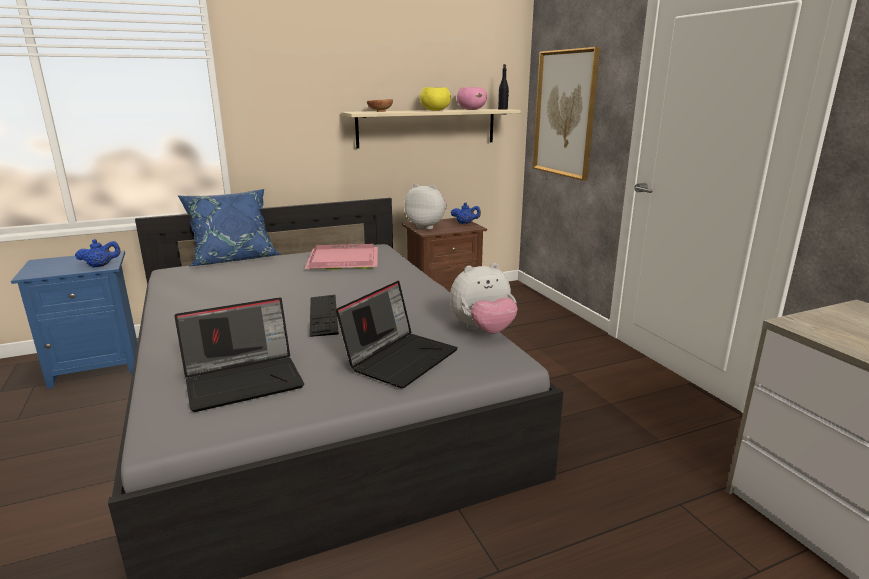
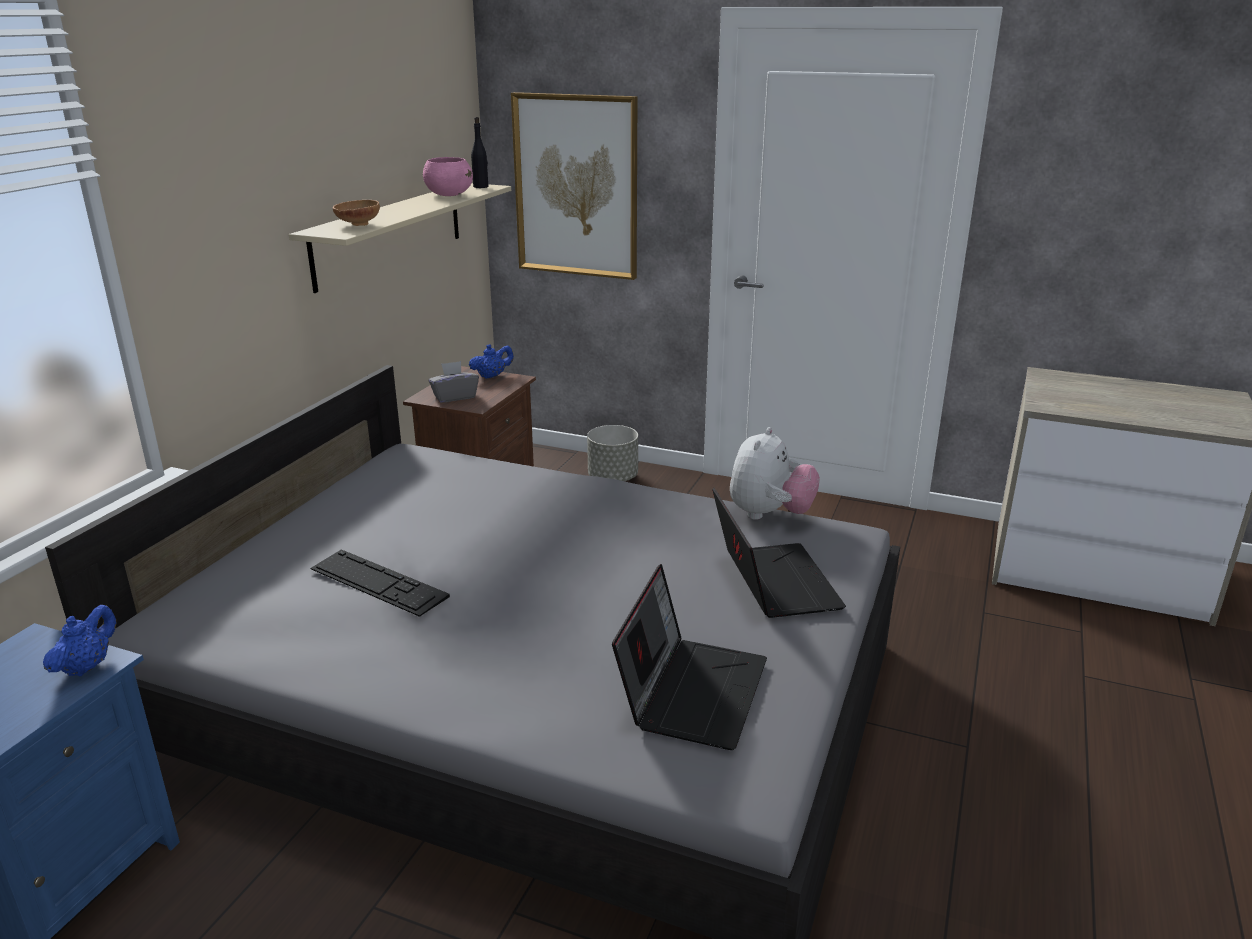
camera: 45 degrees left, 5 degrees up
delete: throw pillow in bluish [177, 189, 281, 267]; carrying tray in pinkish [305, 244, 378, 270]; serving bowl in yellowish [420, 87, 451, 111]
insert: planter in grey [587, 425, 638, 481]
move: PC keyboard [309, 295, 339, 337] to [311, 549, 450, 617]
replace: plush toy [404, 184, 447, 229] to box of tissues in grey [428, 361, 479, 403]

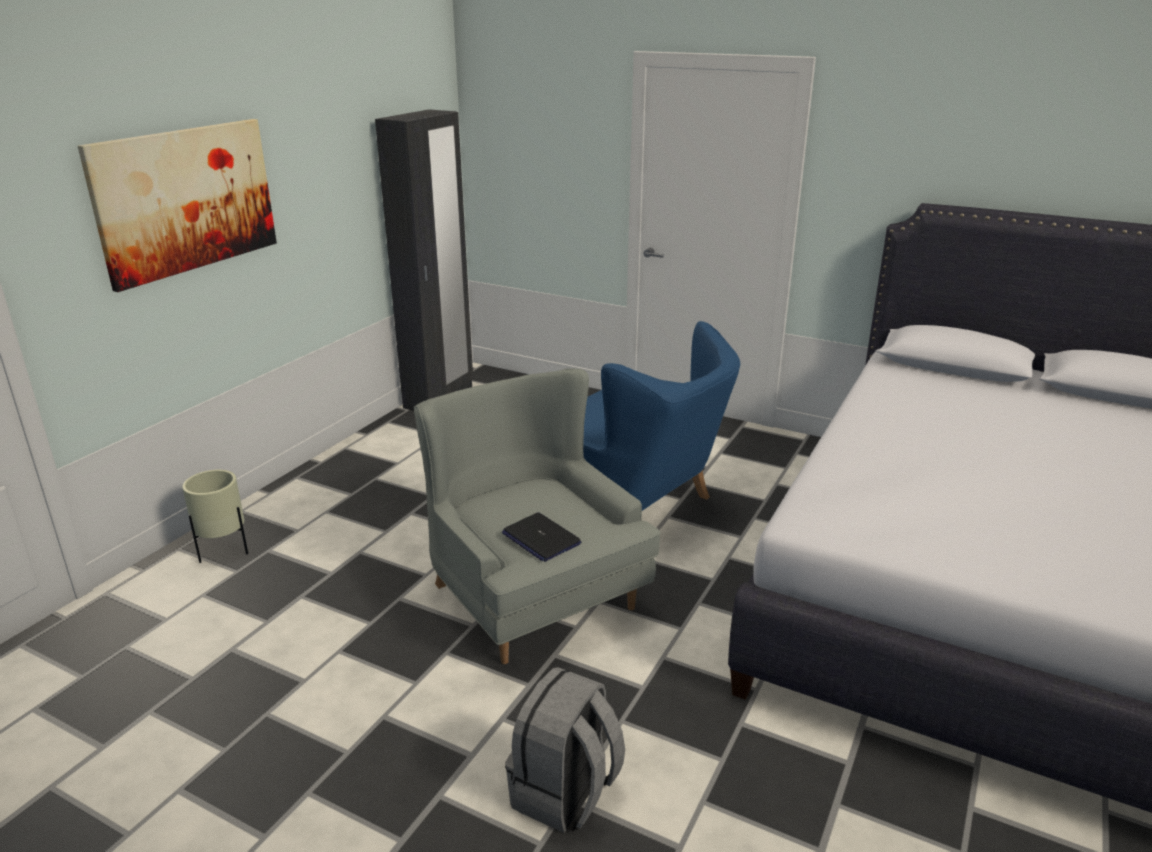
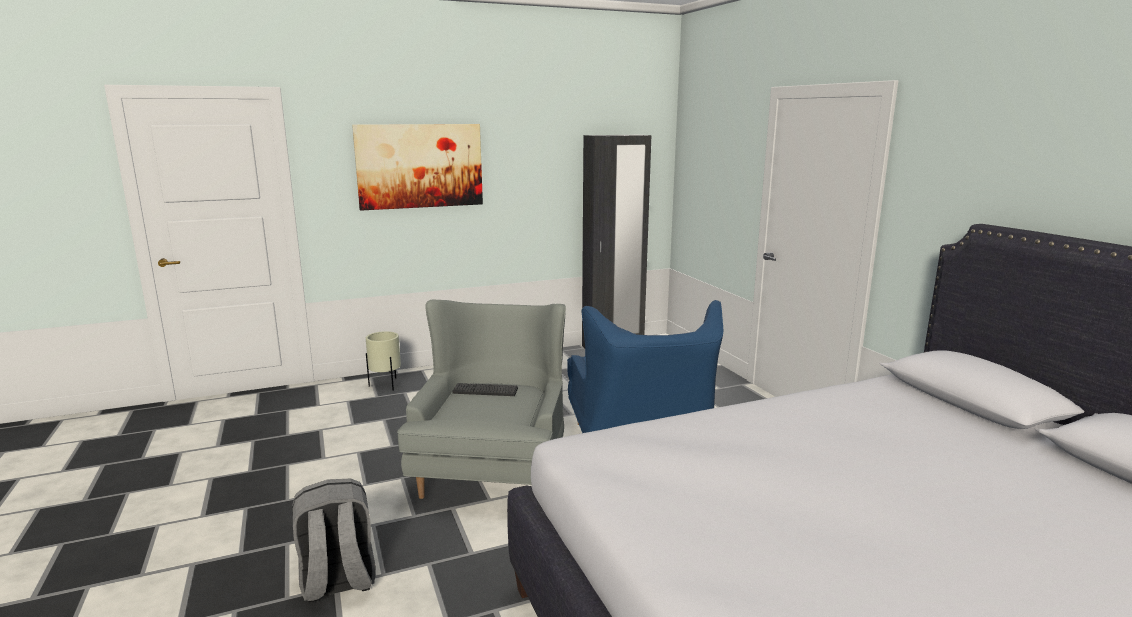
camera: 40 degrees right, 10 degrees down
delete: laptop [502, 512, 581, 562]
insert: PC keyboard [452, 383, 518, 396]

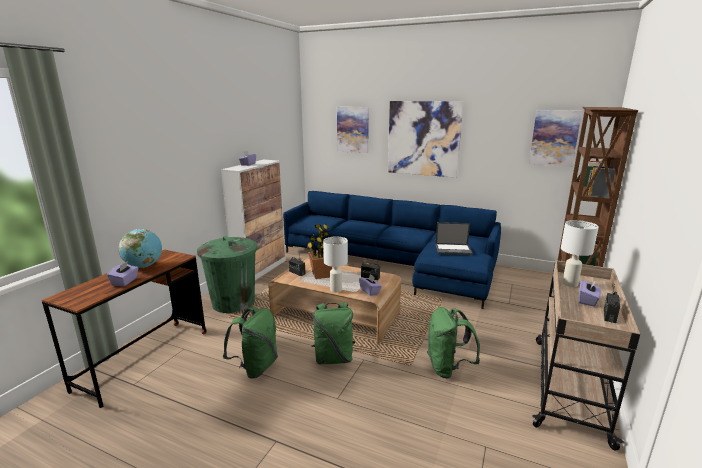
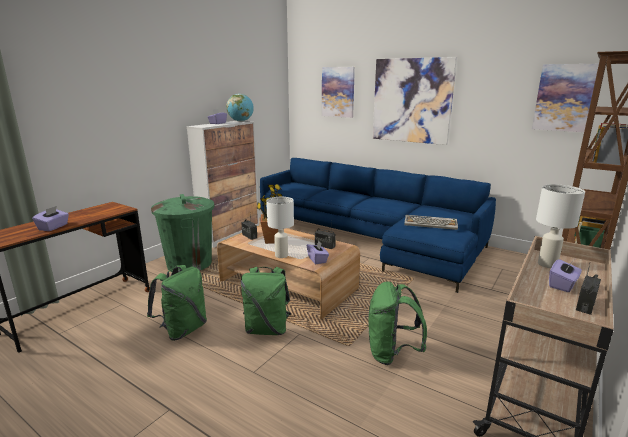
camera: 10 degrees right, 0 degrees up
move: globe [119, 229, 162, 268] to [226, 94, 254, 122]
replace: laptop [435, 222, 473, 255] to PC keyboard [404, 215, 458, 230]

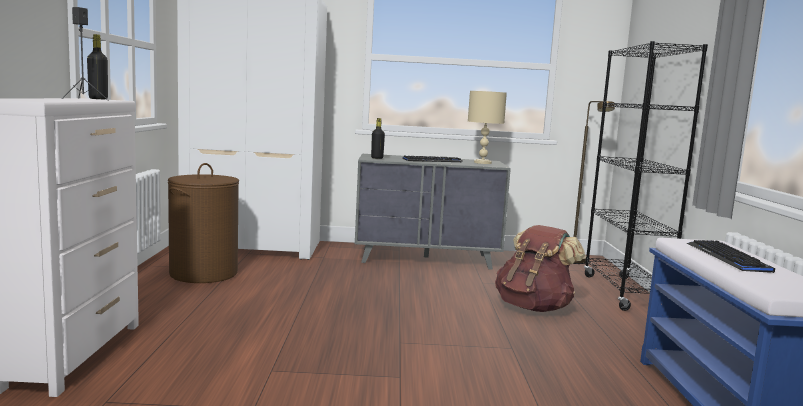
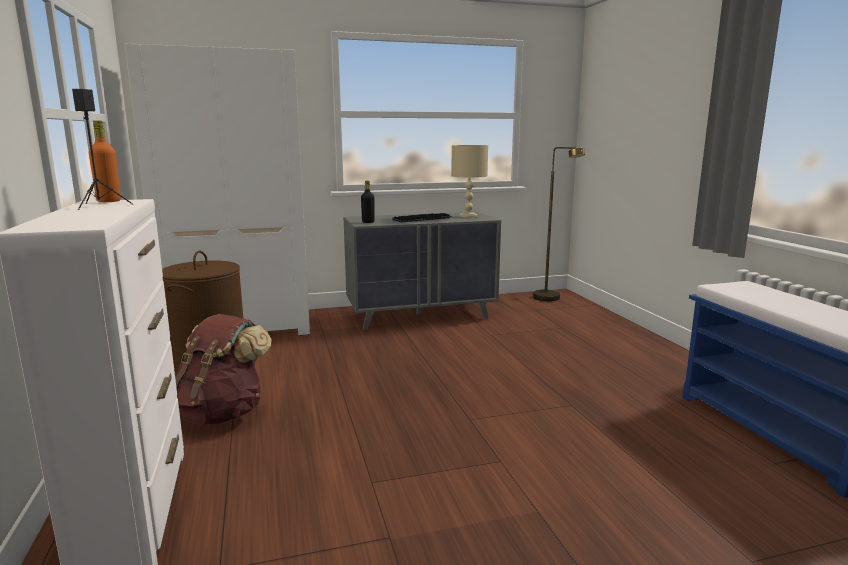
camera: 15 degrees left, 5 degrees up
delete: bookcase in black [584, 41, 708, 311]; PC keyboard [687, 240, 775, 273]
move: knapsack in brown [495, 225, 585, 312] to [175, 314, 272, 425]
recolor: bottle in black [87, 34, 108, 99] to bottle in orange-coloured [88, 120, 121, 202]

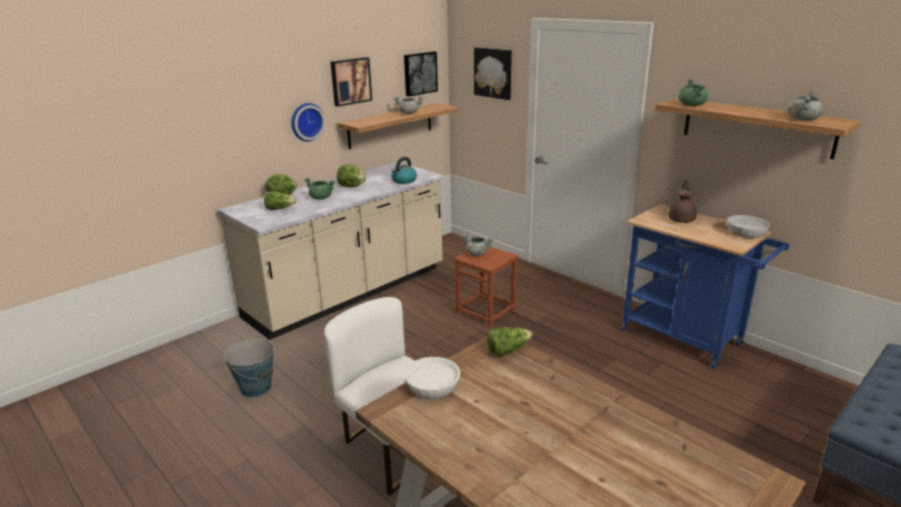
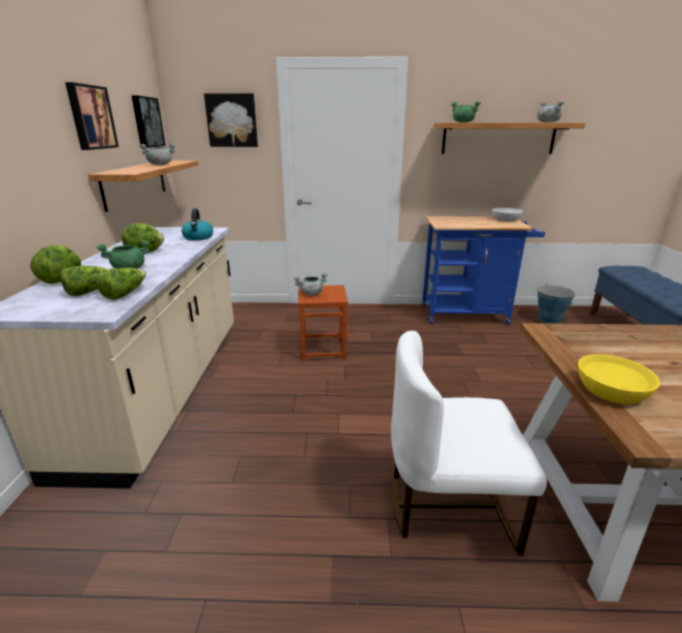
camera: 45 degrees left, 0 degrees up
delete: hanging clock [291, 103, 325, 142]; tea pot in brown [668, 180, 697, 223]
move: bucket [224, 339, 277, 398] to [538, 284, 575, 324]; head of lettuce [487, 327, 532, 356] to [96, 268, 146, 300]
recolor: serving bowl in white-coloured [404, 357, 460, 399] to serving bowl in yellowish [578, 354, 661, 404]

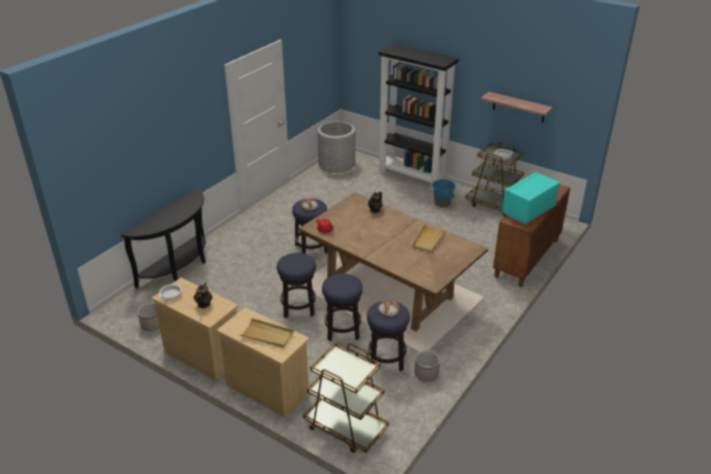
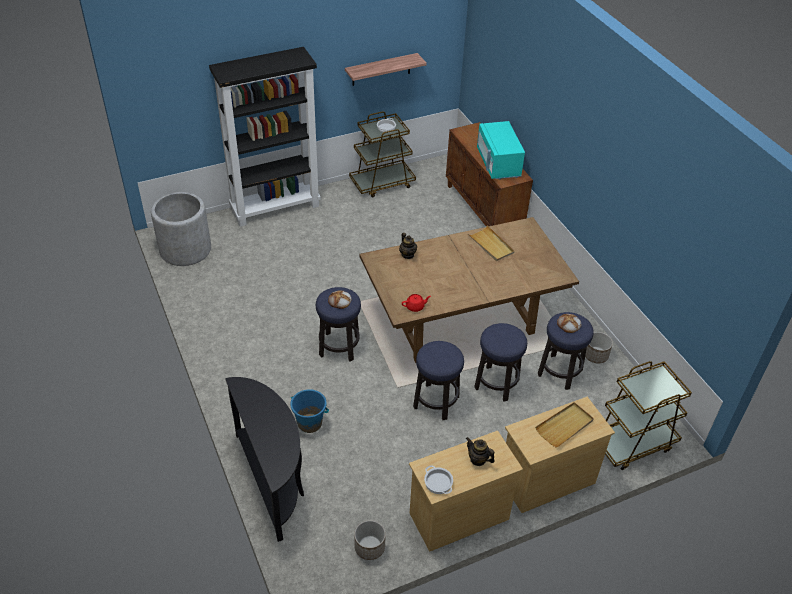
camera: 60 degrees left, 10 degrees up
move: bucket in bluish [432, 179, 456, 207] to [290, 389, 329, 433]

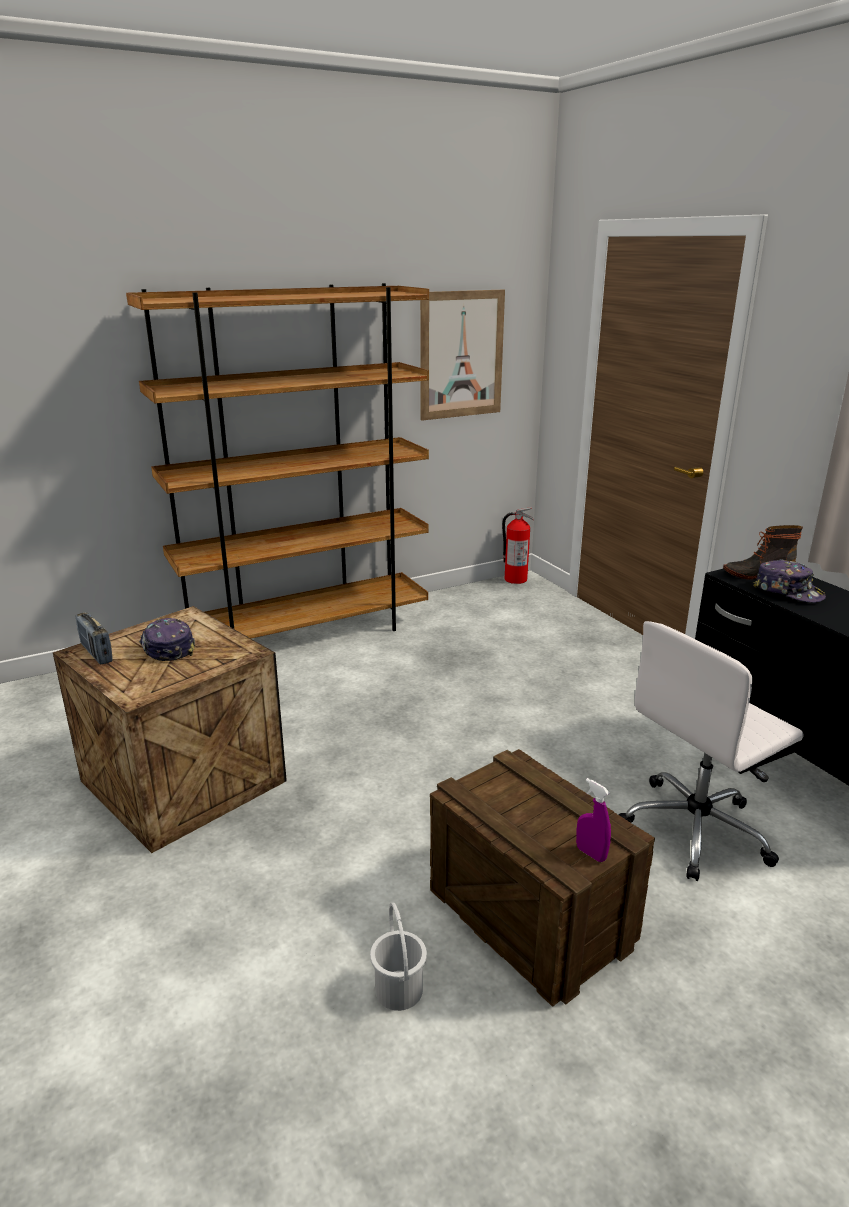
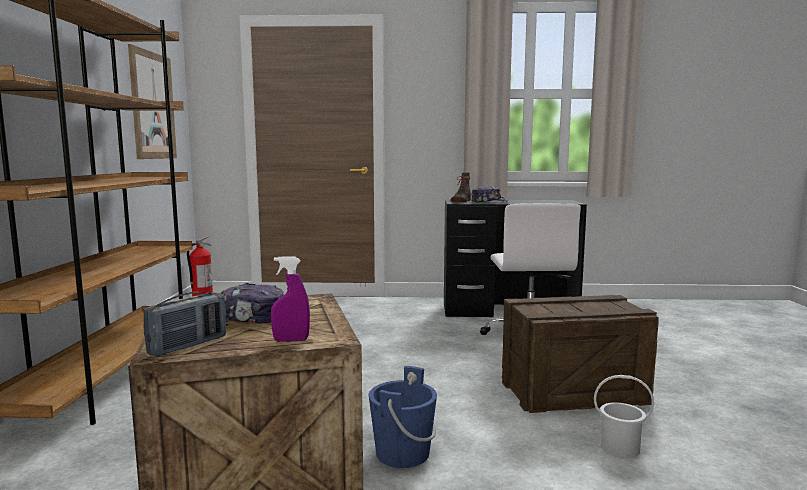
camera: 60 degrees left, 15 degrees down
insert: bucket in bluish [369, 366, 437, 468]
move: hand sprayer in purple-coloured [576, 778, 611, 862] to [271, 256, 310, 342]
rotate: radio set [76, 612, 113, 665] = [144, 291, 226, 356] 45 degrees counterclockwise

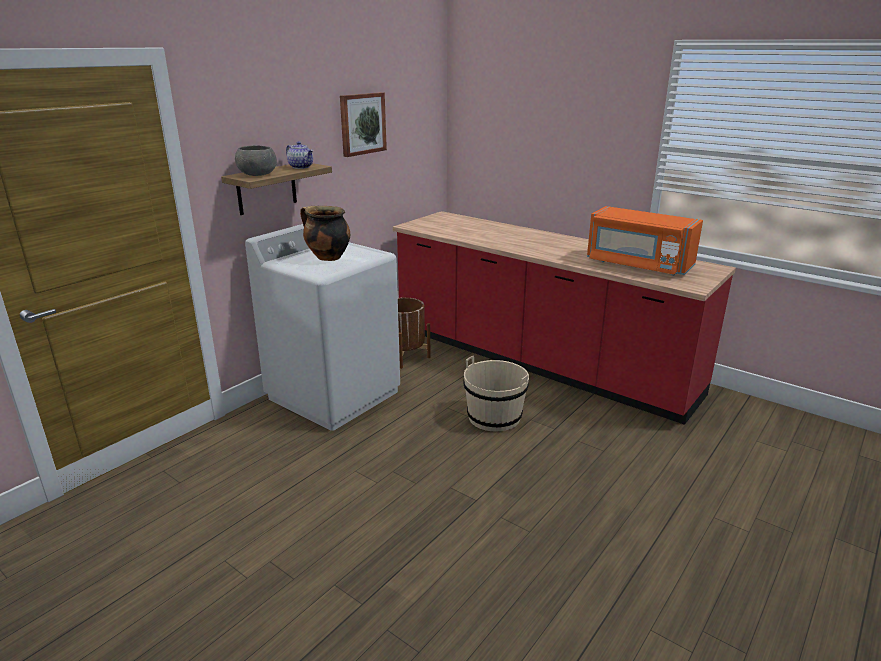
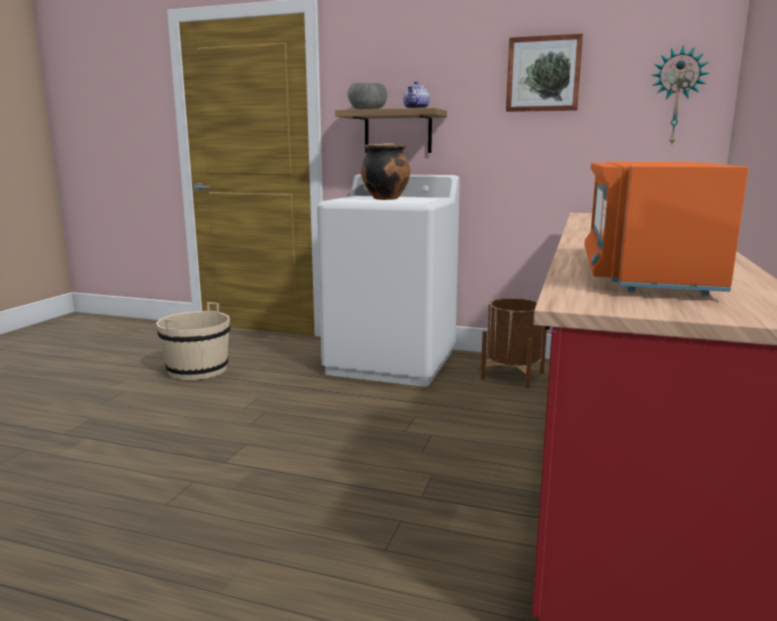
camera: 70 degrees right, 10 degrees down
insert: hanging clock [652, 45, 709, 146]
move: bucket in beige-coloured [463, 356, 529, 431] to [156, 302, 230, 380]

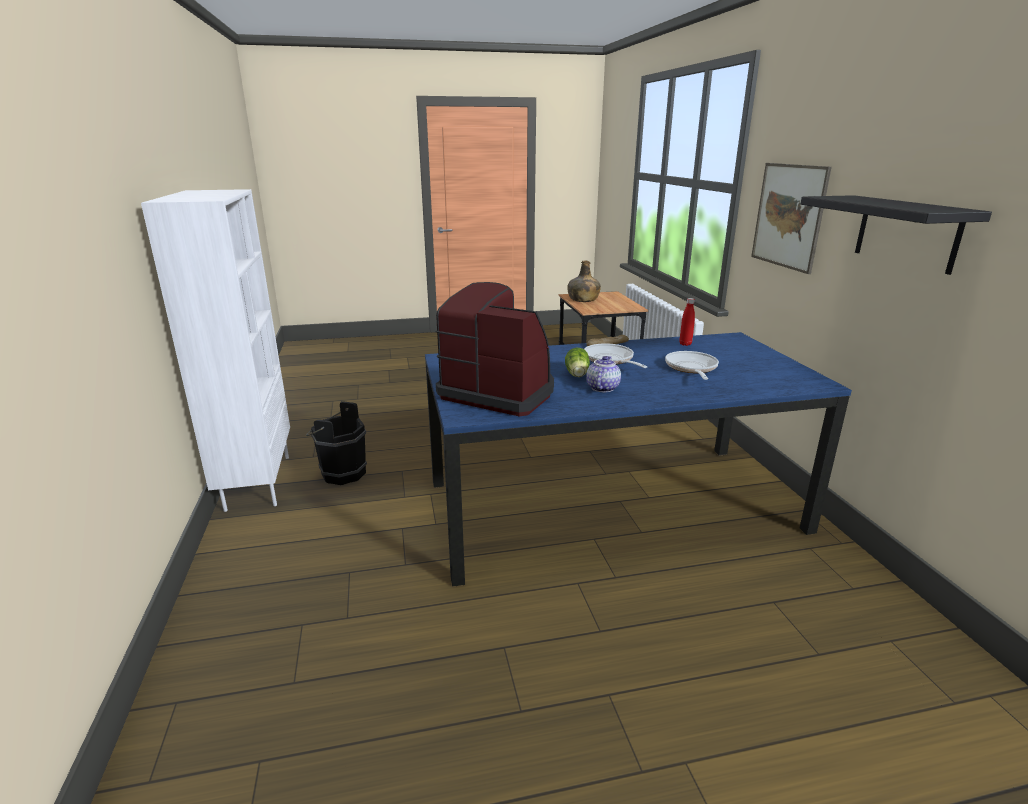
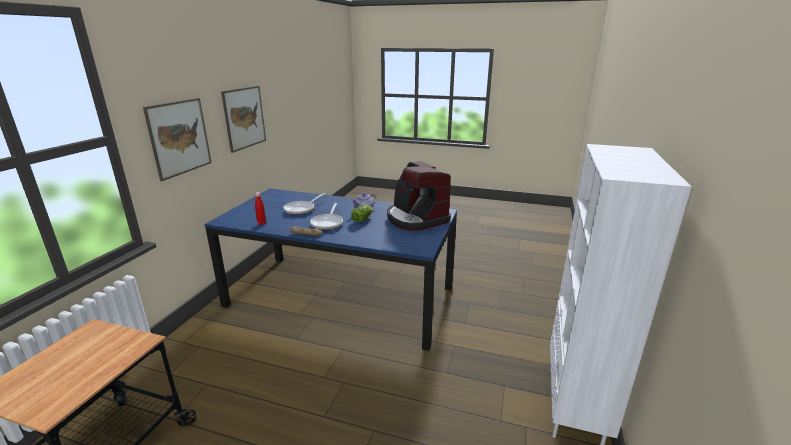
camera: 150 degrees left, 0 degrees up
delete: bucket in black [306, 401, 367, 485]; bottle in green-coloured [568, 261, 601, 302]
replace: bracket shelf in black [801, 195, 992, 275] to wall picture [221, 86, 266, 153]

